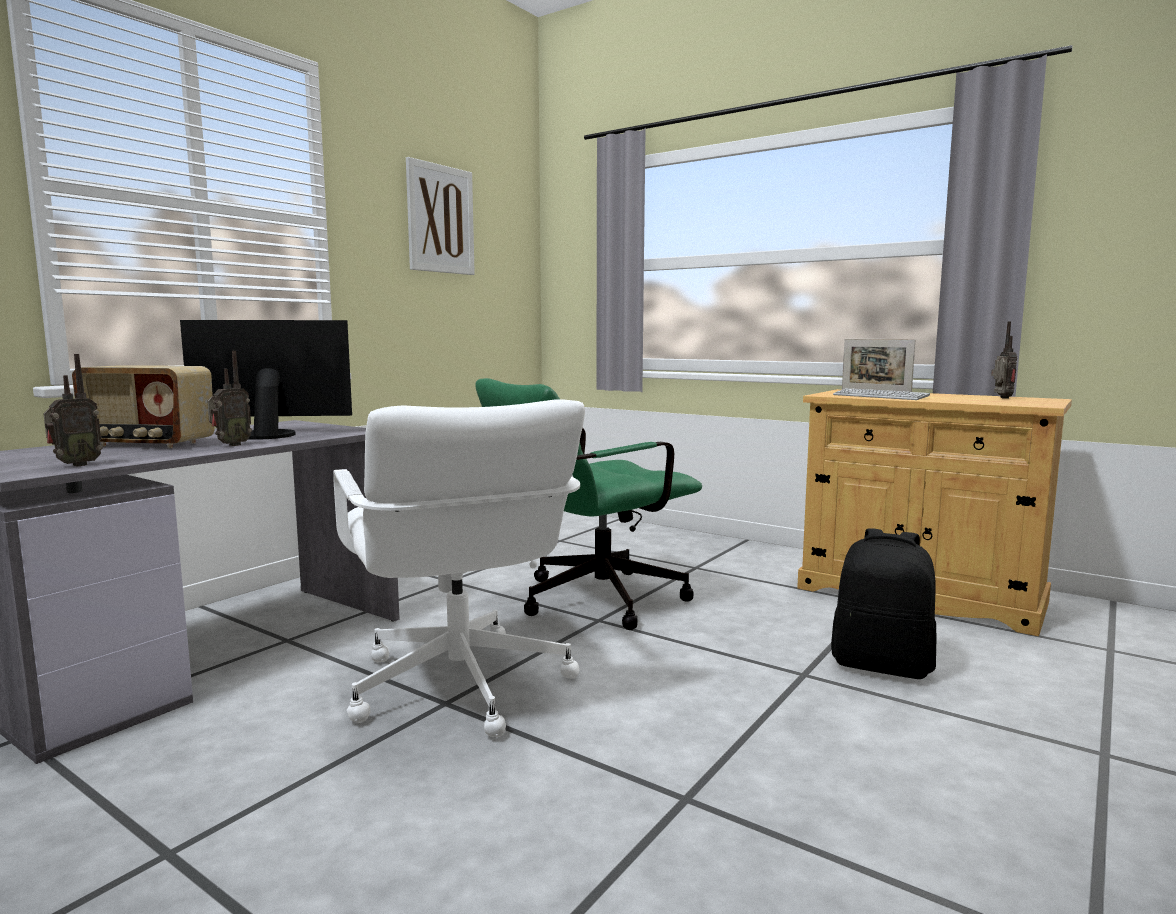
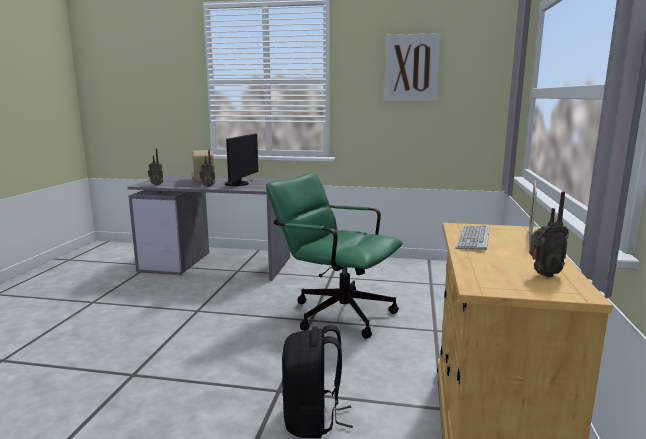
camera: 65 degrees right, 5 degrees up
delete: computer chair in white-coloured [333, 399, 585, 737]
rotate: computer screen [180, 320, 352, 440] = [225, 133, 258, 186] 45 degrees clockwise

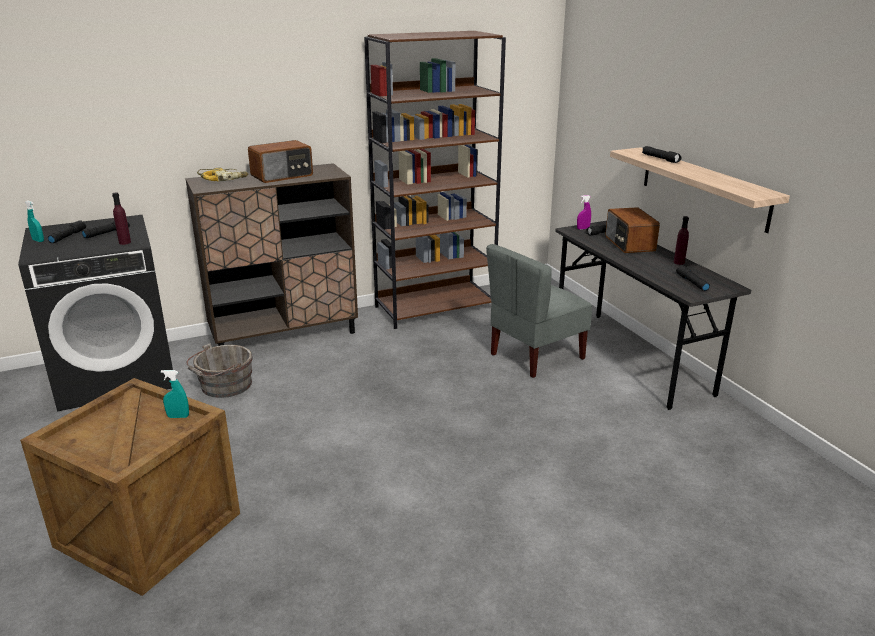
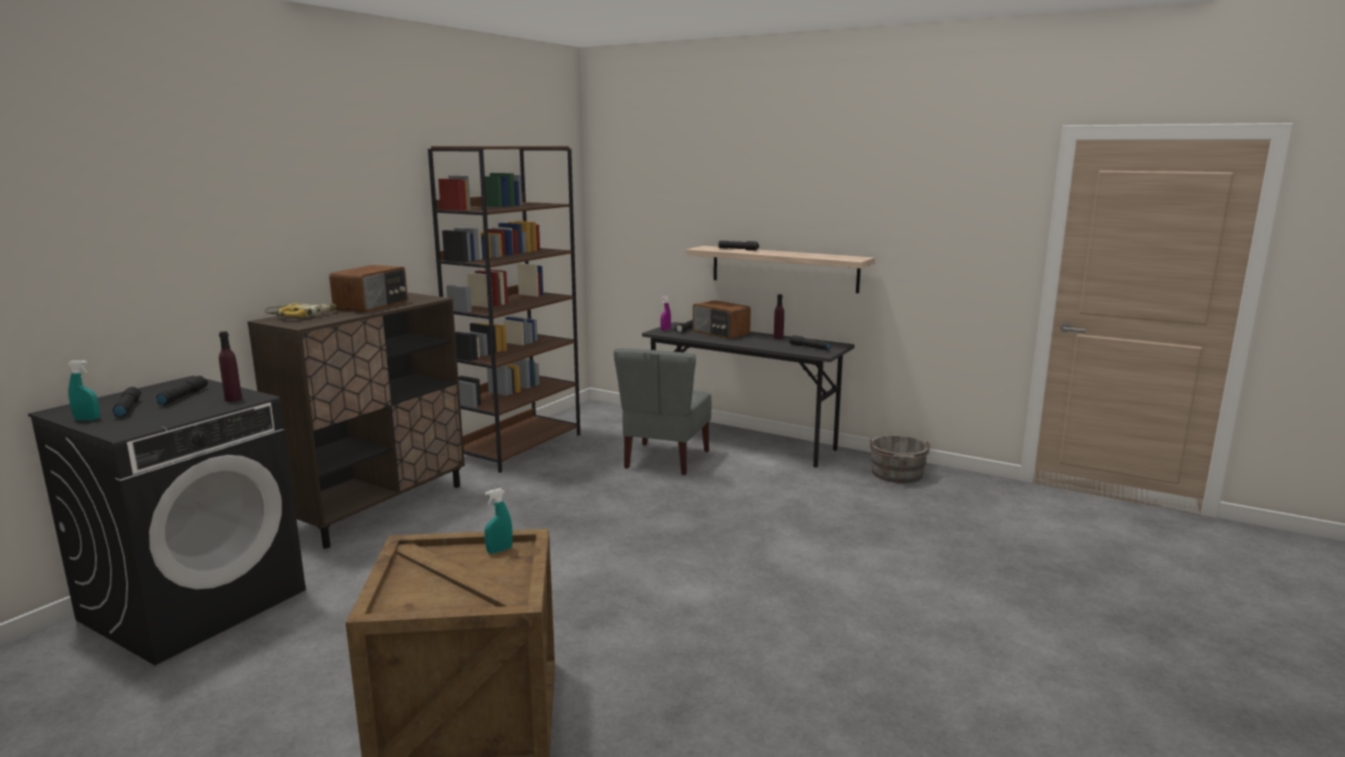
camera: 35 degrees left, 10 degrees down
move: bucket in grey [186, 344, 252, 398] to [870, 435, 930, 483]

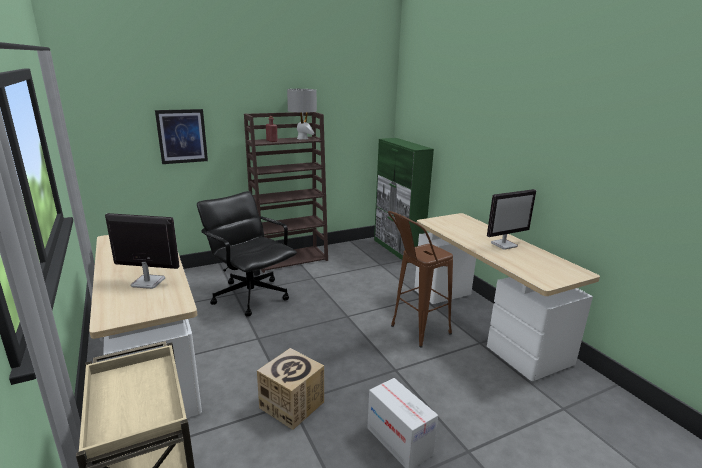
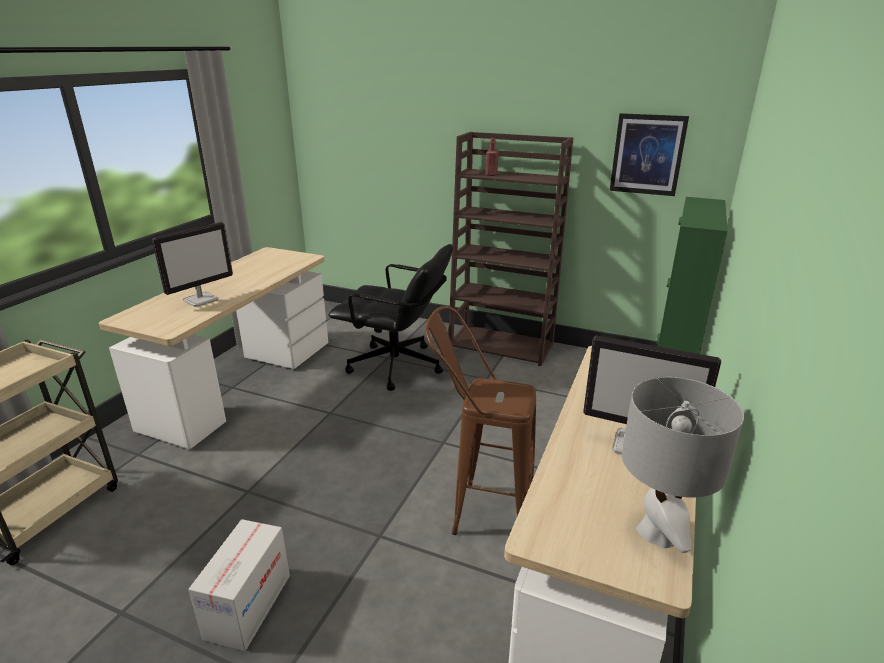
camera: 50 degrees right, 5 degrees up
delete: carton [257, 348, 324, 430]
move: wall picture [155, 109, 208, 164] to [610, 113, 689, 196]; tabletop lamp in grey [287, 89, 317, 140] to [622, 377, 744, 553]
rotate: computer screen [105, 213, 180, 289] = [152, 222, 233, 307] 75 degrees clockwise; computer chair in black [197, 191, 297, 316] = [329, 244, 453, 391] 105 degrees clockwise

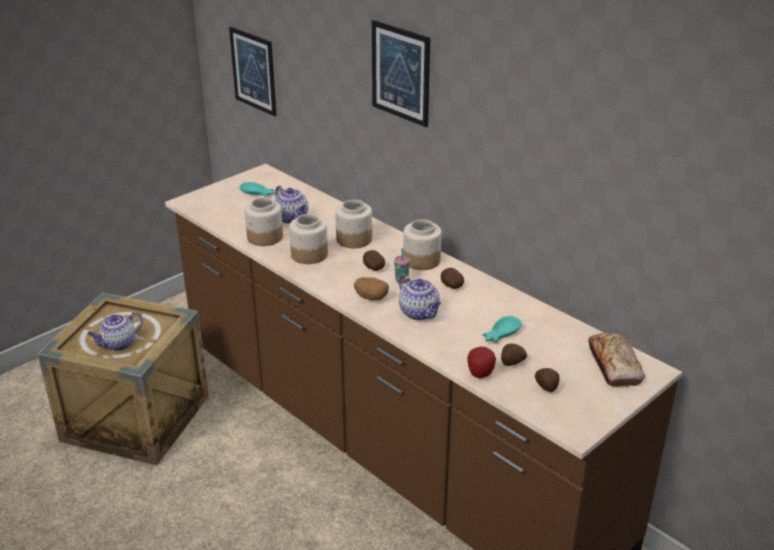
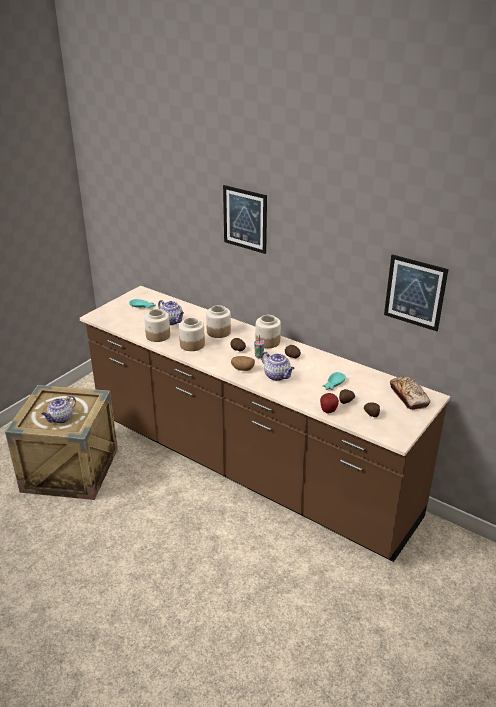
camera: 10 degrees left, 0 degrees up
move: wall picture [229, 27, 276, 116] to [384, 254, 449, 331]

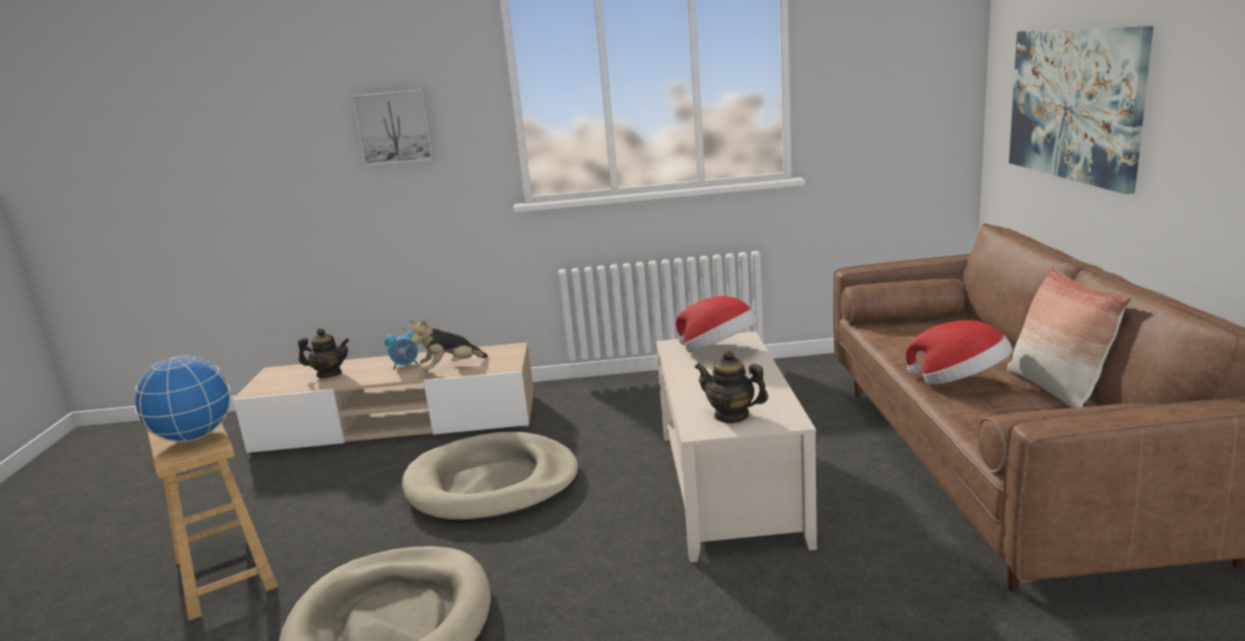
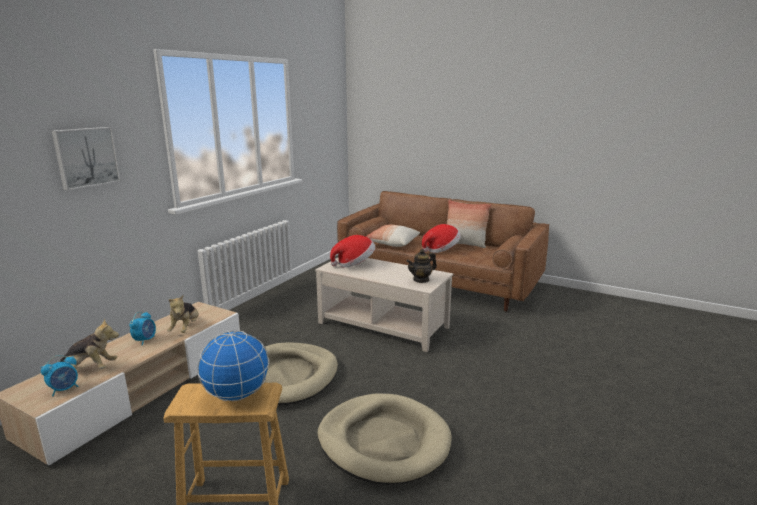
camera: 60 degrees left, 0 degrees up
delete: wall picture [1009, 26, 1153, 194]
insert: alarm clock [41, 355, 79, 397]; throw pillow [365, 224, 420, 247]
replace: tea pot [298, 328, 349, 378] to plush toy [60, 319, 119, 369]

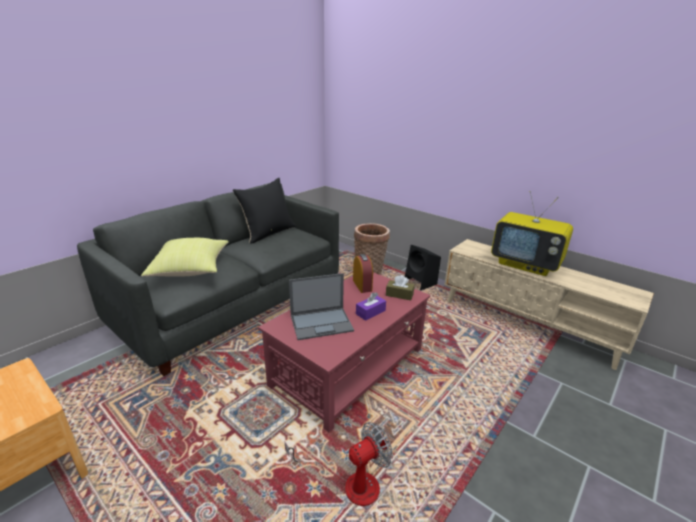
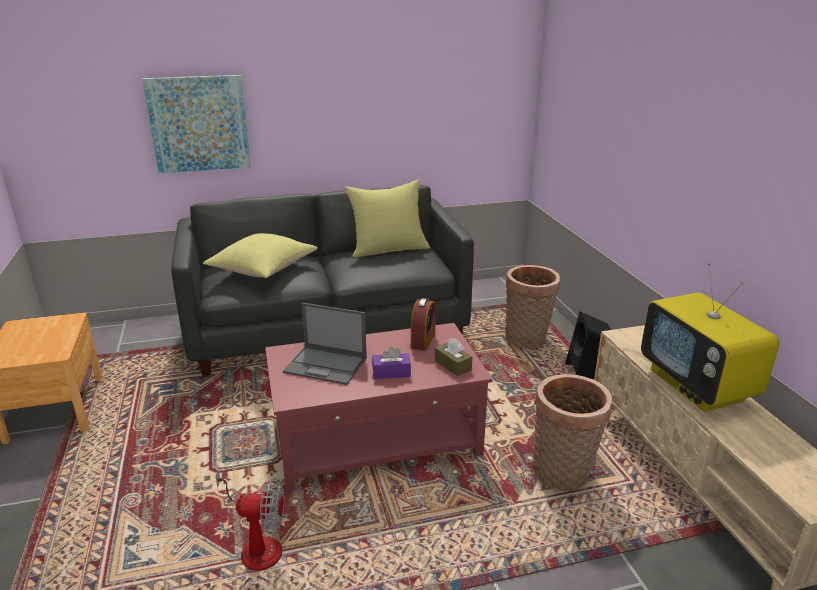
camera: 35 degrees right, 0 degrees up
insert: wall picture [142, 75, 251, 173]; storage basket [533, 374, 612, 491]
recolor: throw pillow in black [232, 178, 296, 244] to throw pillow in yellowish [344, 179, 430, 257]

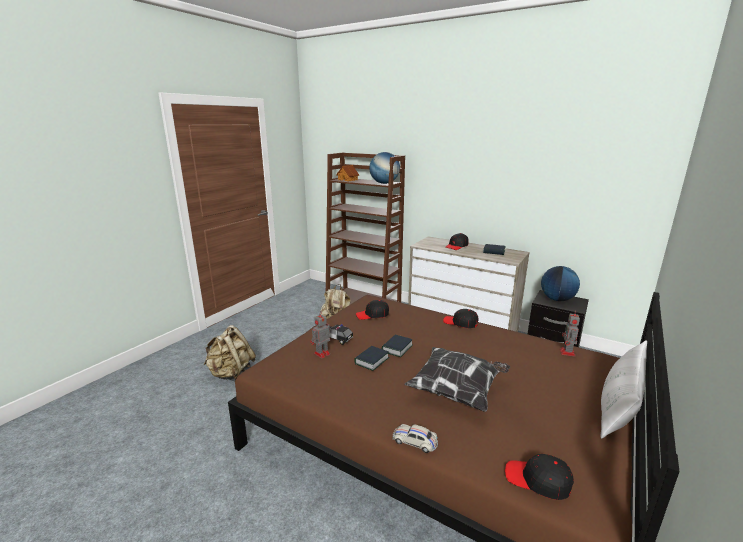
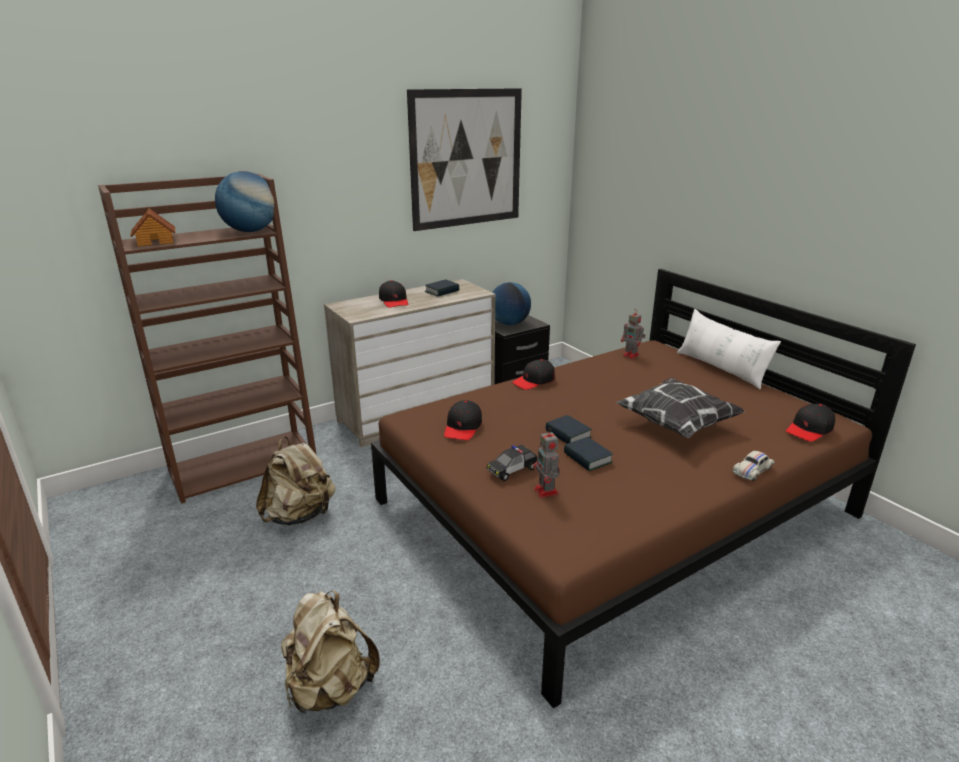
camera: 65 degrees left, 5 degrees up
insert: wall picture [407, 88, 522, 231]

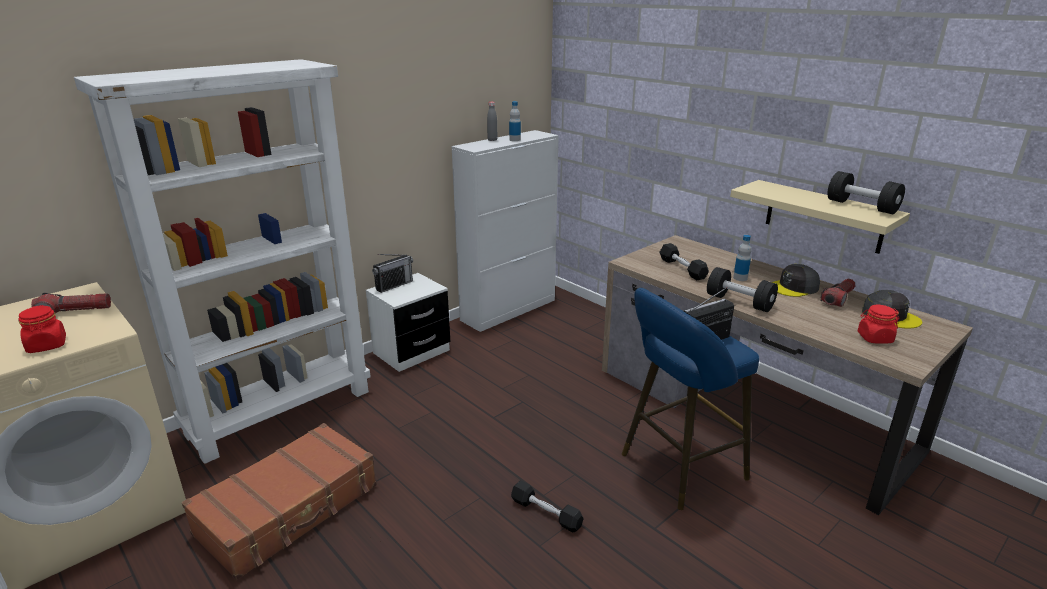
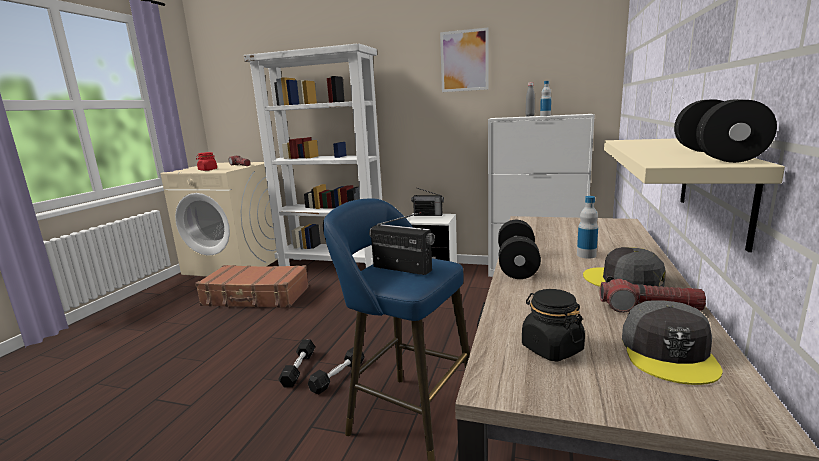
camera: 60 degrees right, 10 degrees down
insert: wall picture [440, 28, 489, 92]
move: dumbbell in black [659, 243, 709, 280] to [308, 347, 365, 394]
recolor: jar in red [858, 305, 899, 344] to jar in black [522, 289, 585, 362]

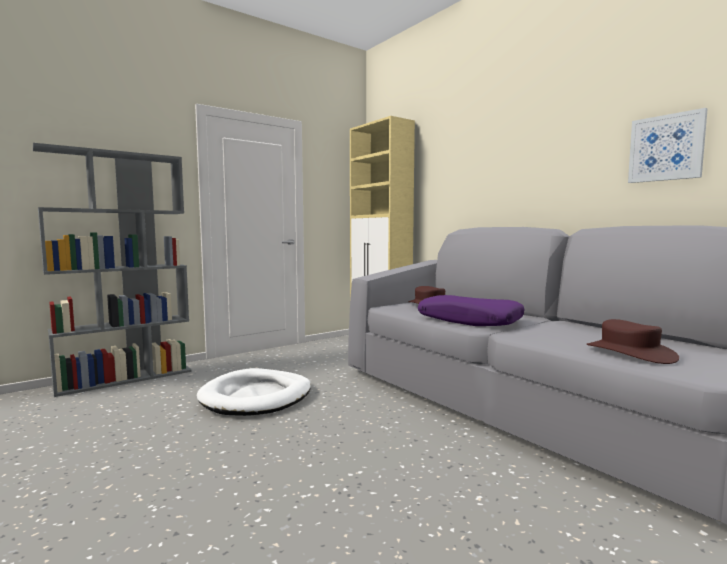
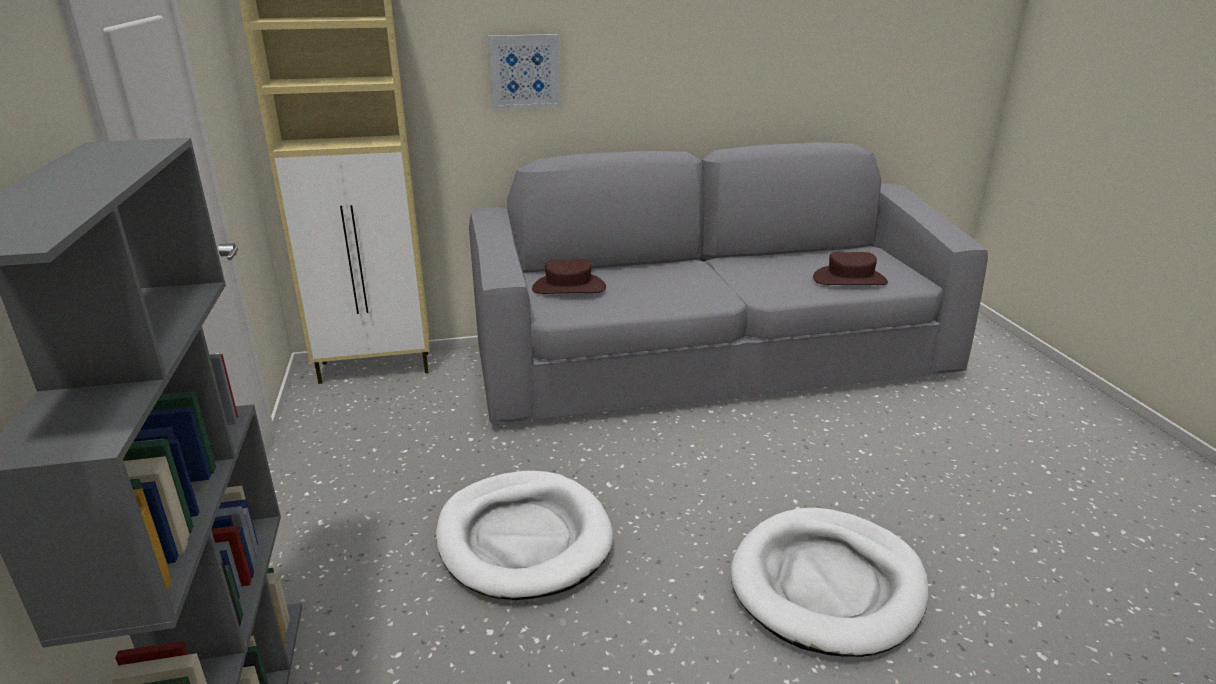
camera: 65 degrees left, 20 degrees up
delete: throw pillow in purple-coloured [418, 295, 524, 326]
insert: dog cushion in white-coloured [731, 508, 928, 657]
move: wall picture [628, 108, 708, 183] to [488, 34, 561, 110]

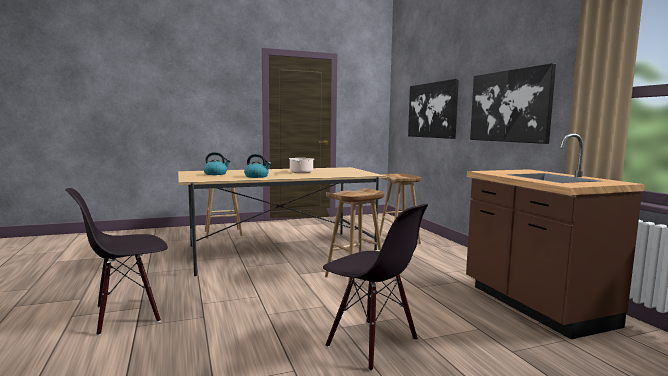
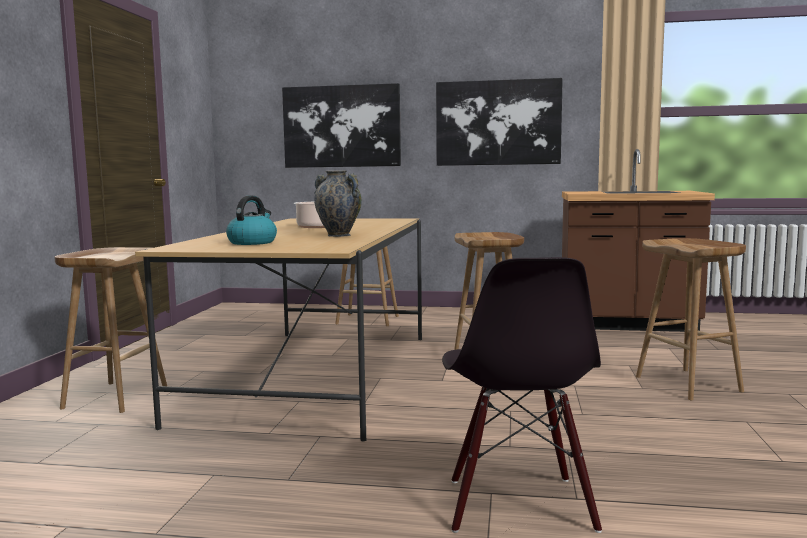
camera: 60 degrees left, 0 degrees up
replace: water kettle [244, 154, 271, 178] to vase [314, 170, 362, 237]; plain chair in black [323, 204, 428, 371] to stool seat in brown [636, 238, 746, 400]

